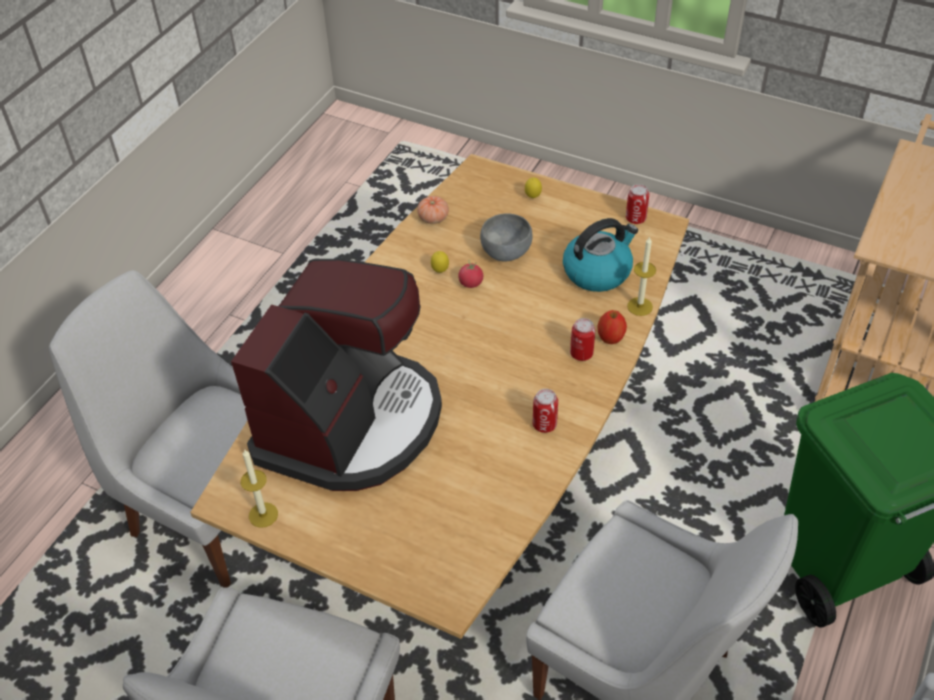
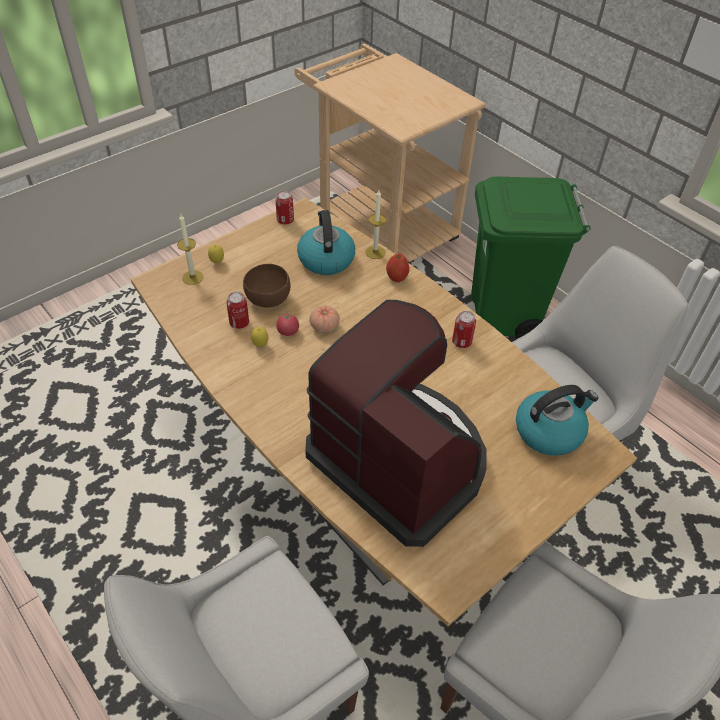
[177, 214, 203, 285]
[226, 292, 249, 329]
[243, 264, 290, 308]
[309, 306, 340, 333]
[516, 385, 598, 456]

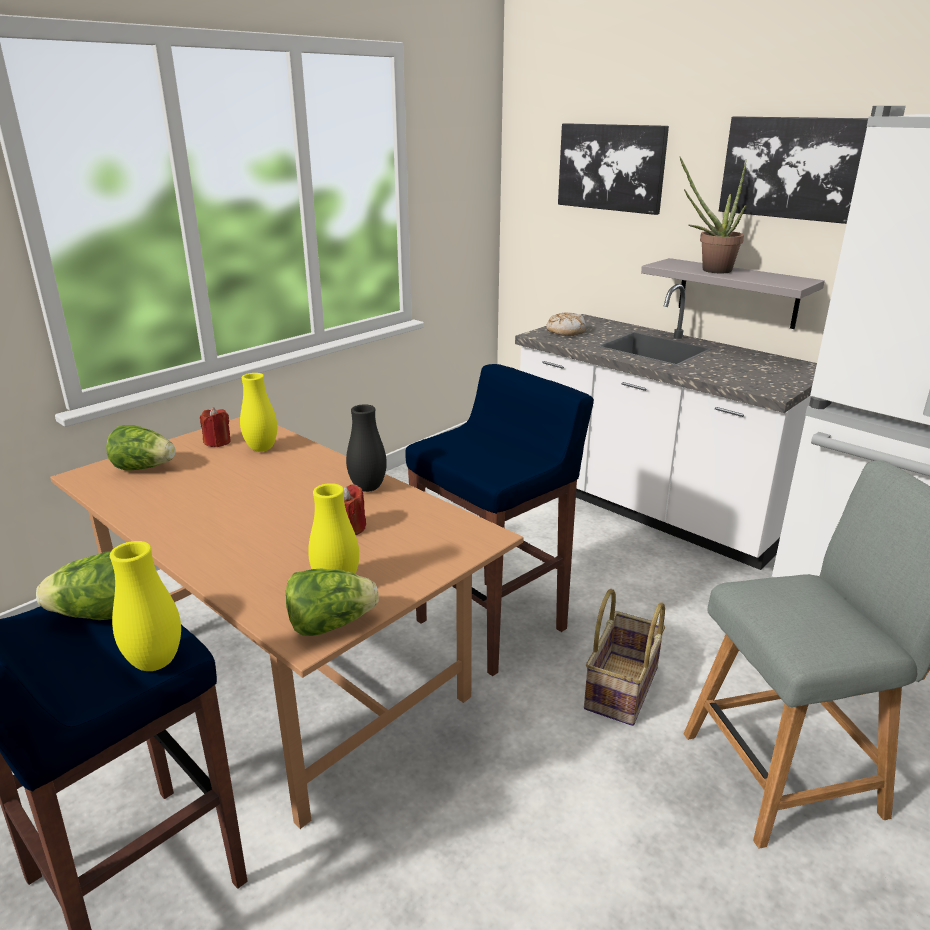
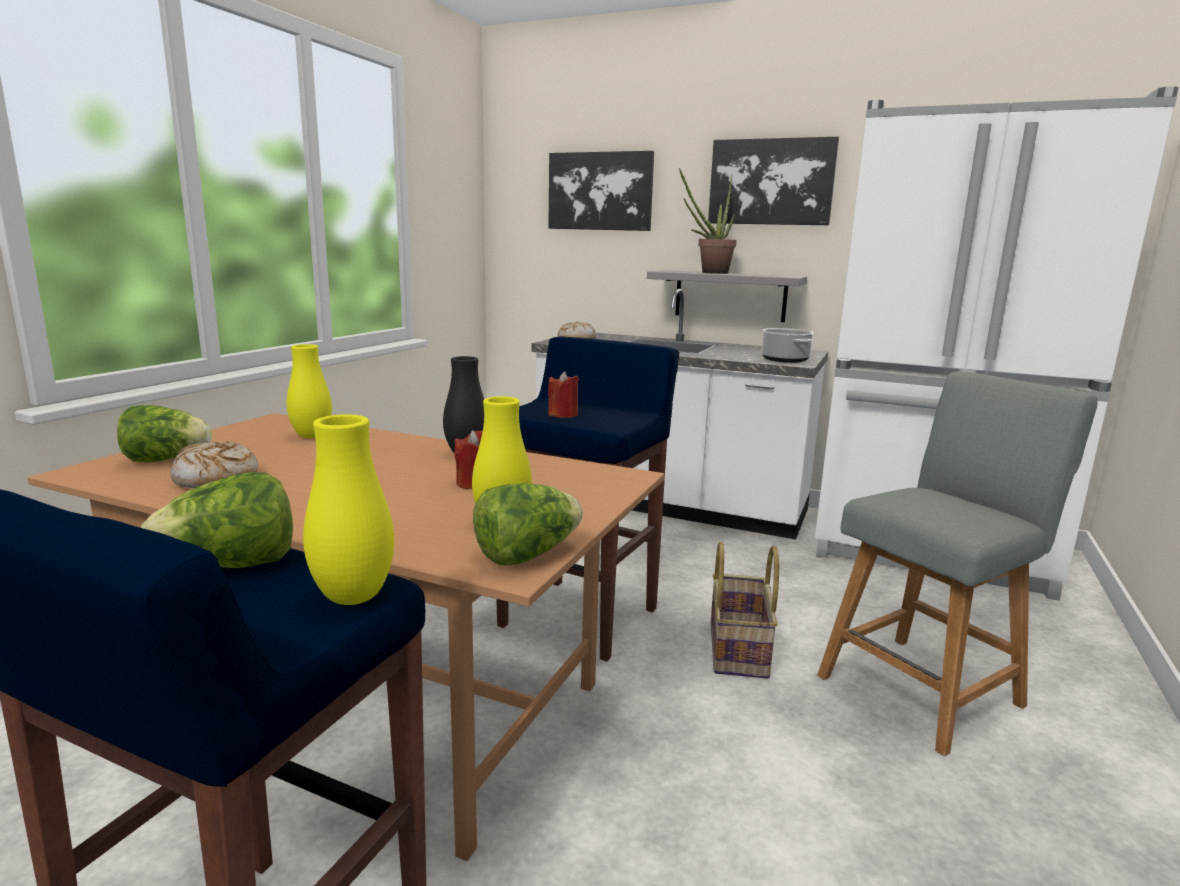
[170, 441, 258, 488]
[548, 371, 579, 418]
[762, 328, 814, 363]

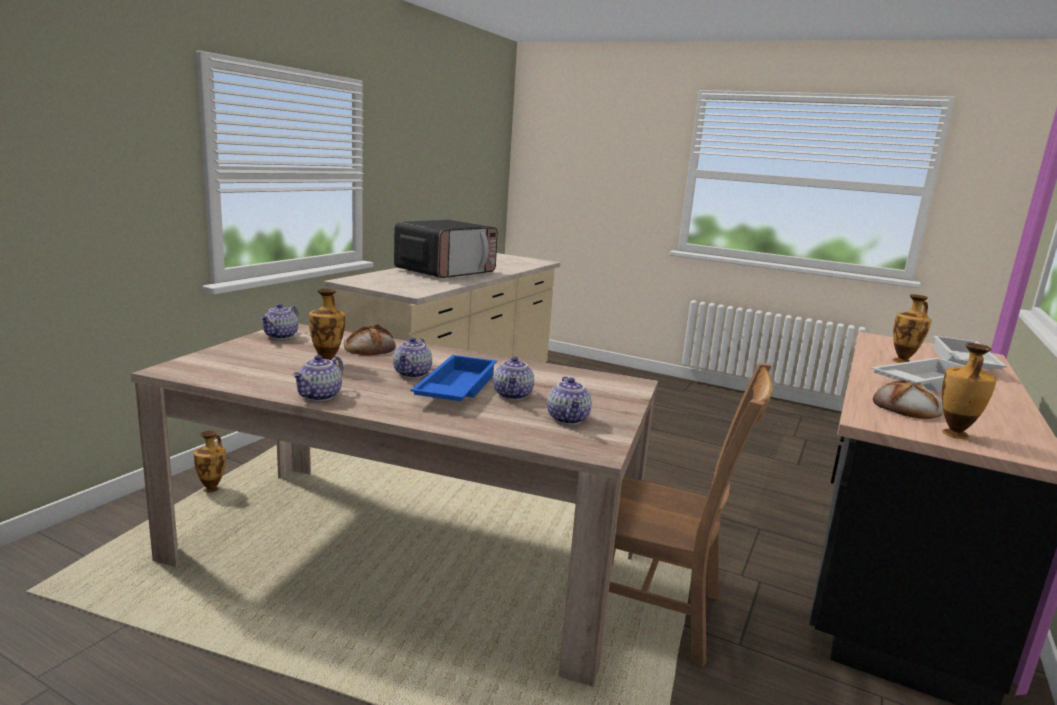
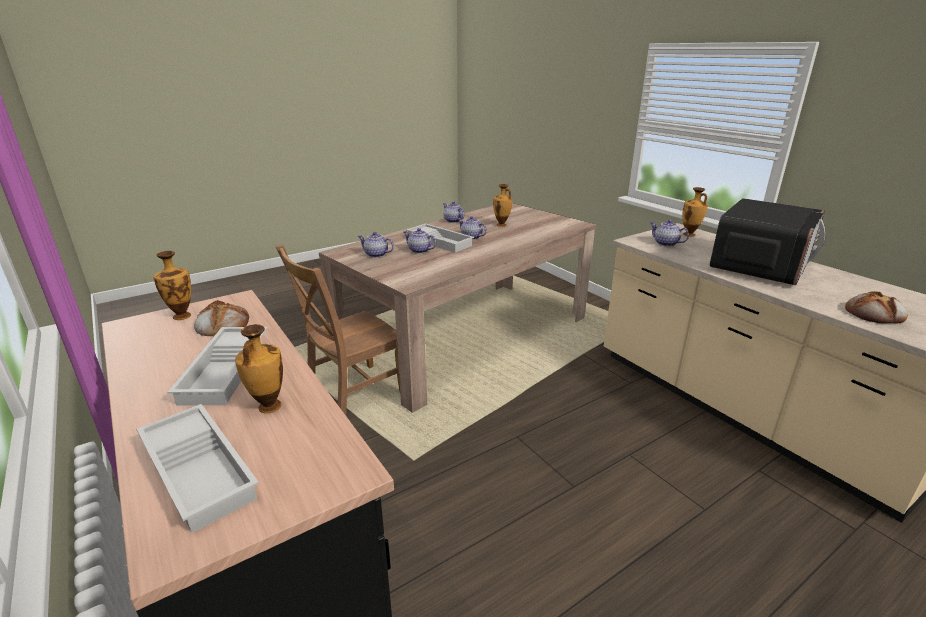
[407, 224, 474, 253]
[650, 220, 689, 246]
[683, 187, 708, 237]
[710, 198, 826, 285]
[845, 291, 908, 324]

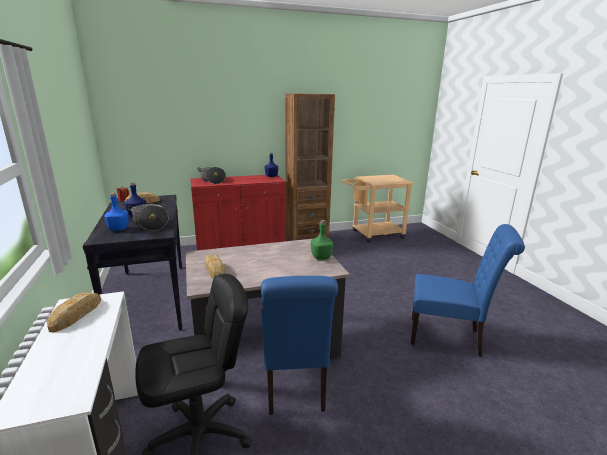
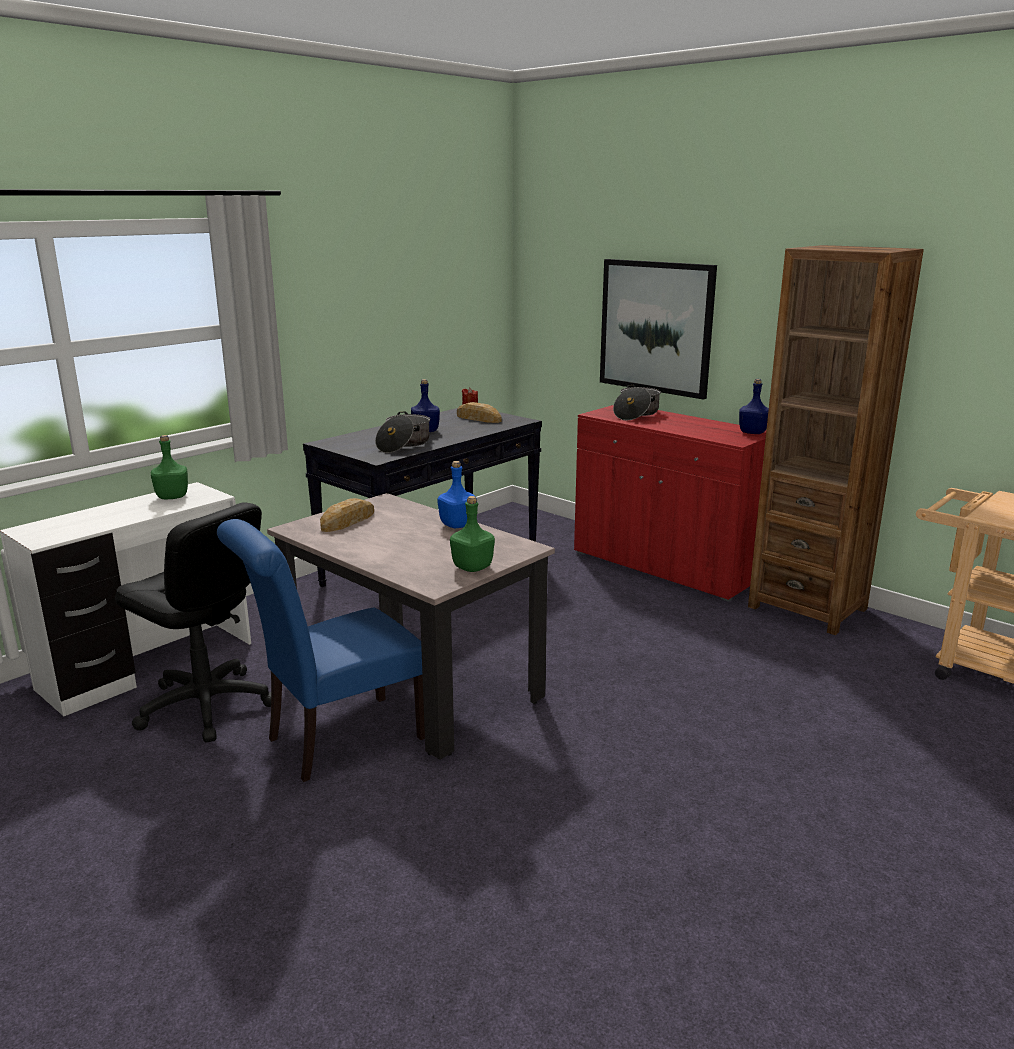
[151, 435, 188, 499]
[437, 461, 476, 528]
[600, 259, 717, 400]
[410, 224, 525, 357] (first image)

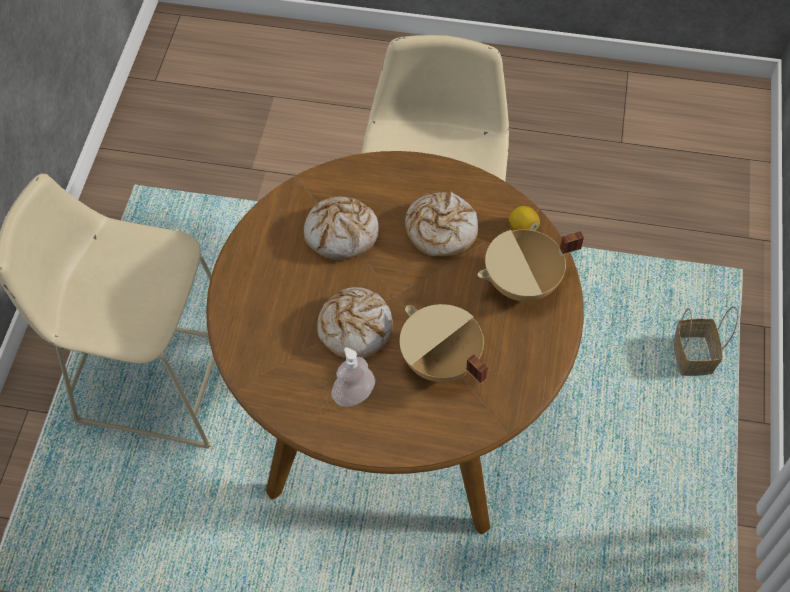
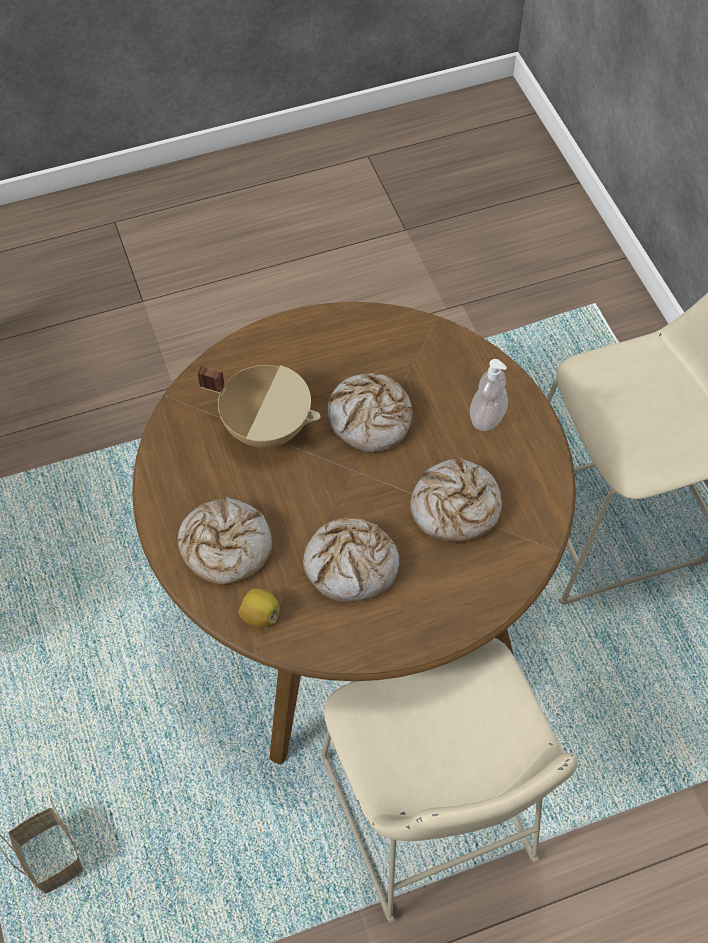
[177, 496, 272, 584]
[470, 359, 508, 431]

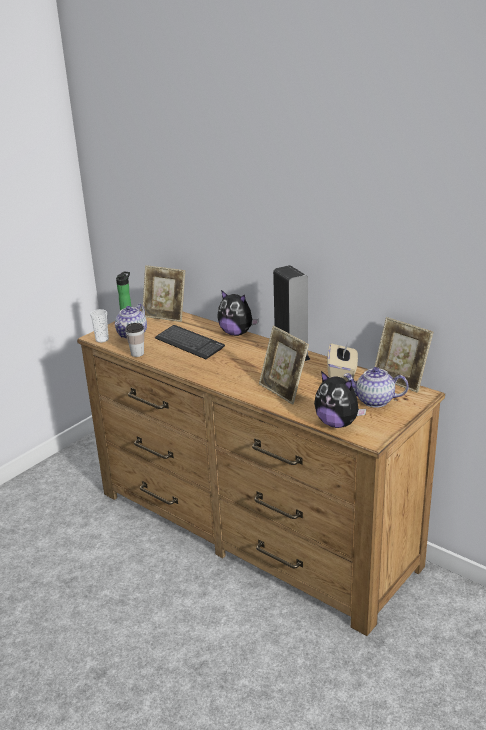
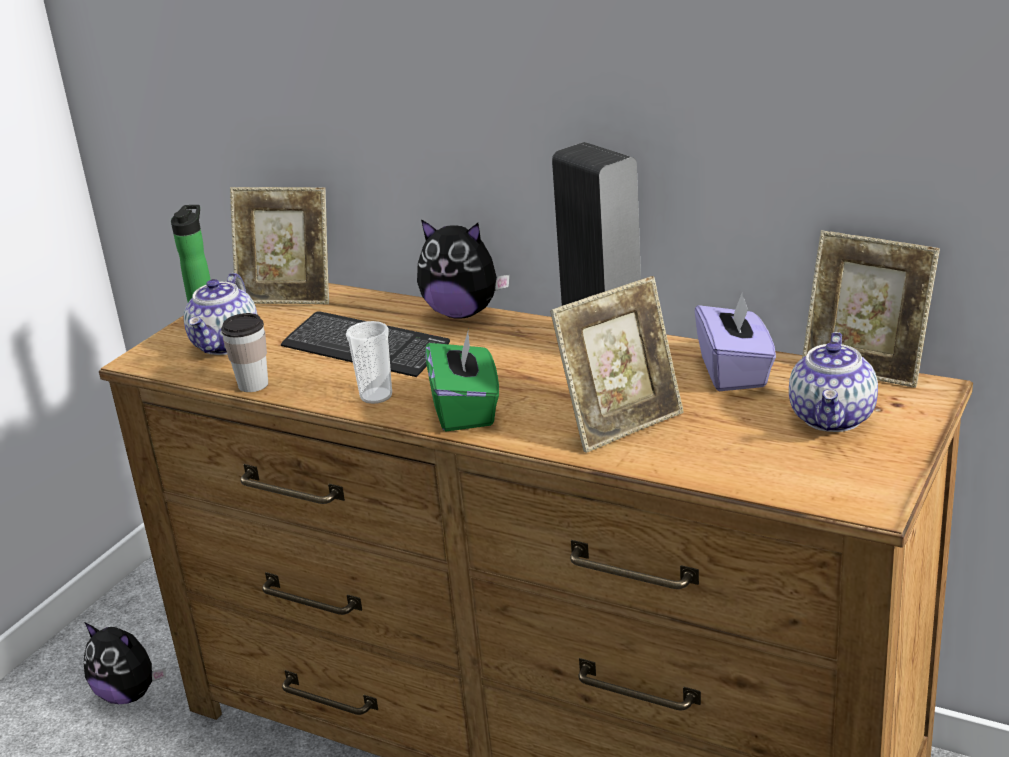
[84, 622, 166, 704]
[346, 321, 392, 404]
[425, 329, 499, 432]
[550, 276, 684, 453]
[695, 291, 776, 391]
[789, 332, 878, 432]

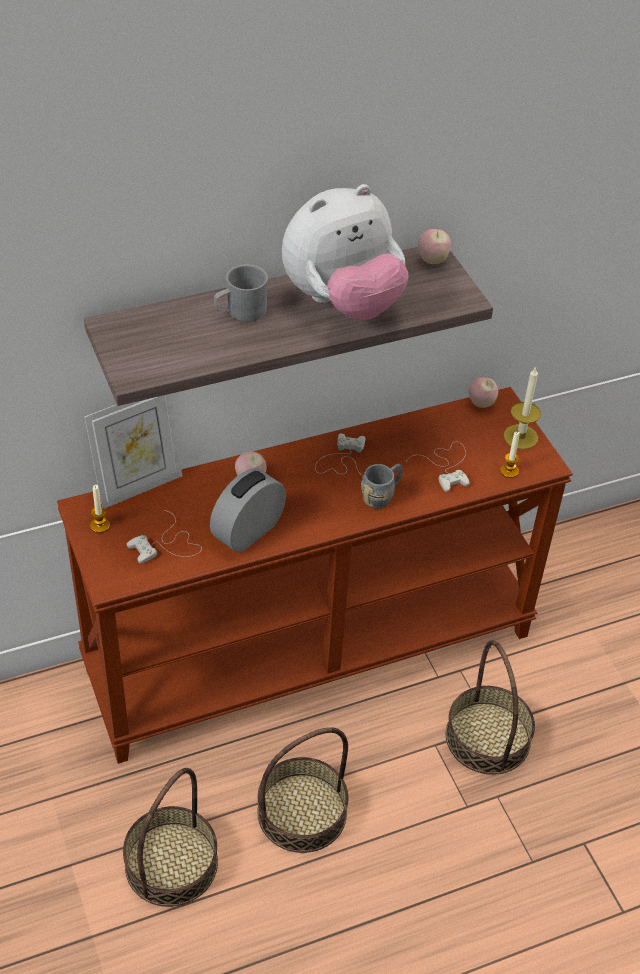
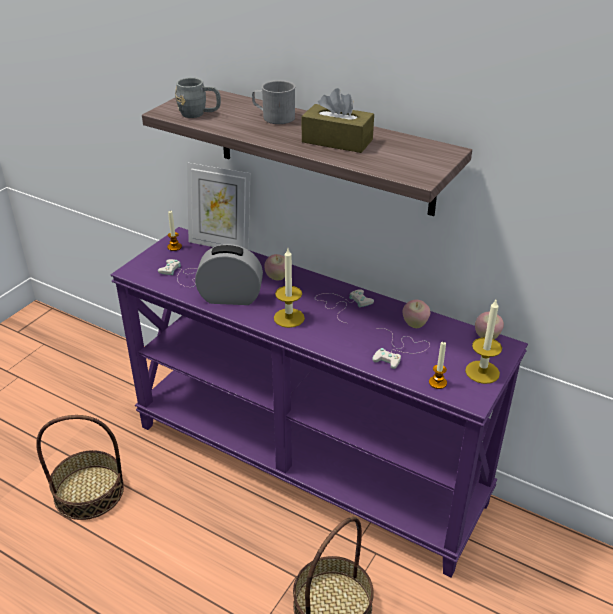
[111, 227, 528, 578]
[175, 78, 221, 118]
[274, 249, 305, 328]
[302, 88, 374, 153]
[403, 299, 430, 328]
[257, 727, 348, 853] (first image)

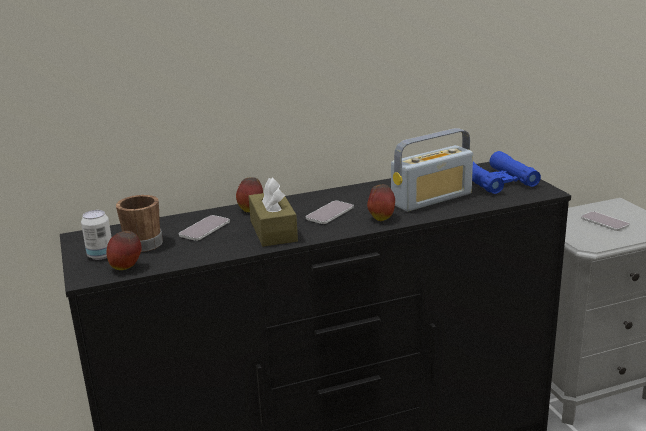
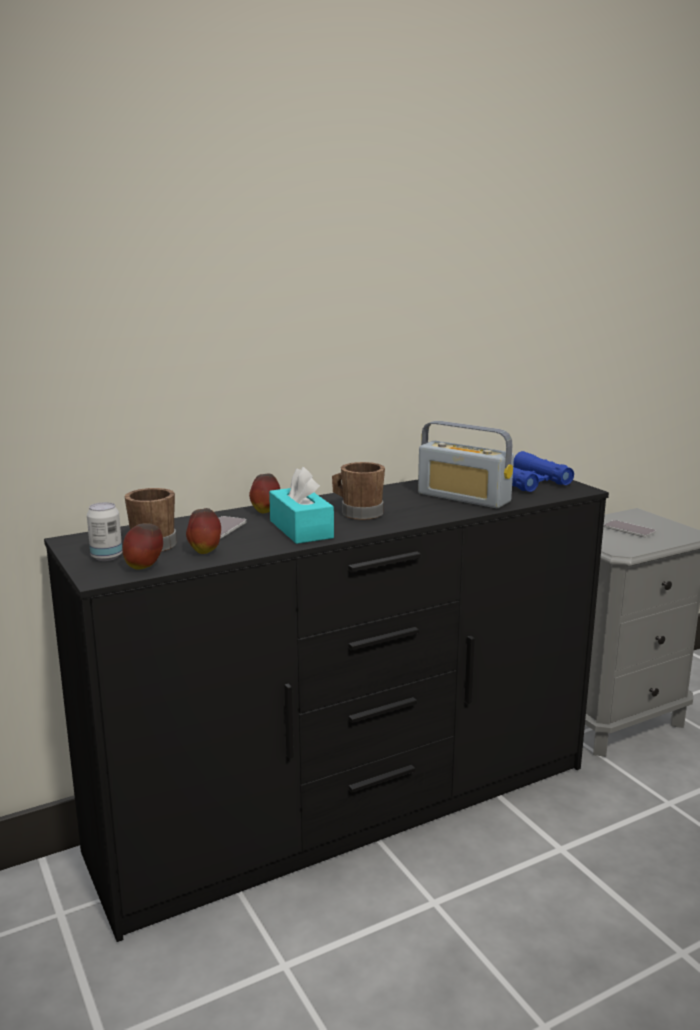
[186, 508, 221, 554]
[269, 467, 334, 544]
[332, 462, 385, 520]
[418, 421, 514, 508]

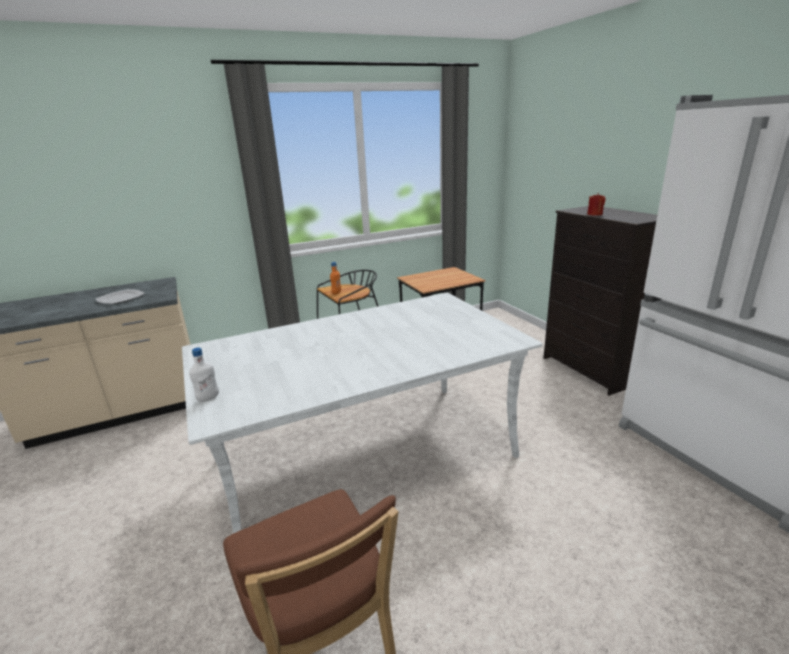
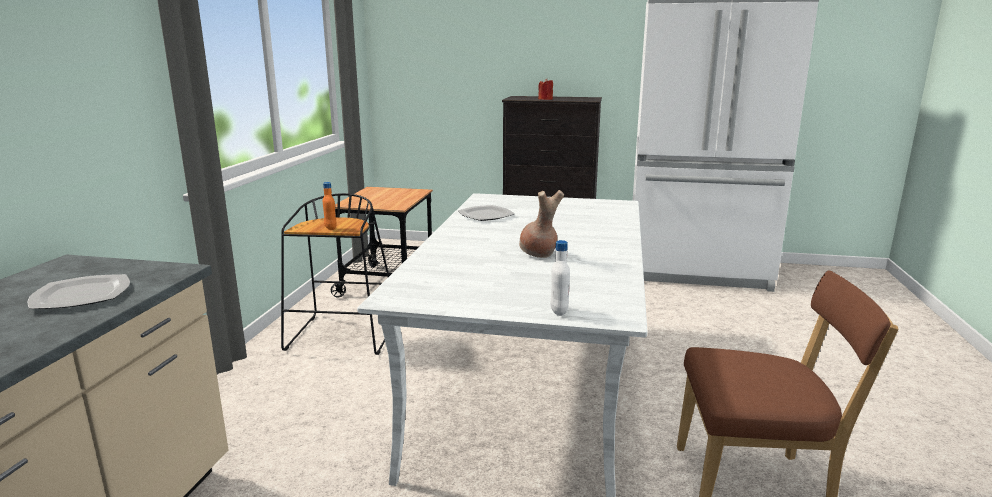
[458, 205, 514, 221]
[519, 190, 564, 258]

